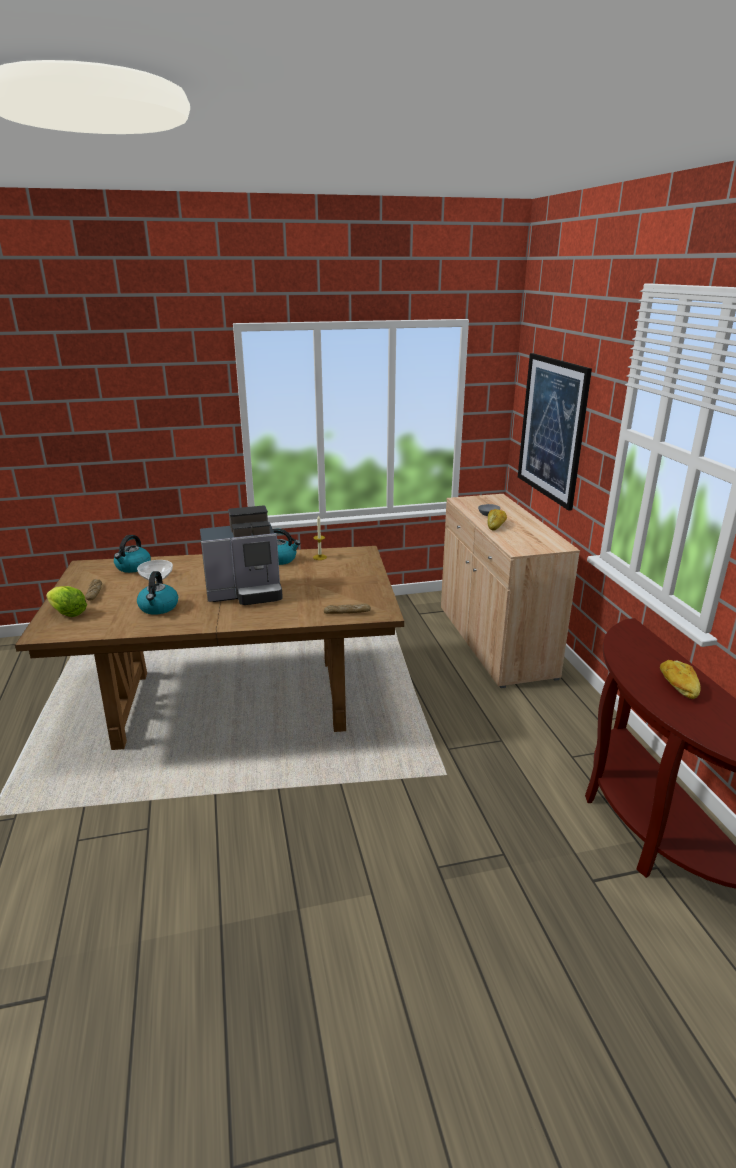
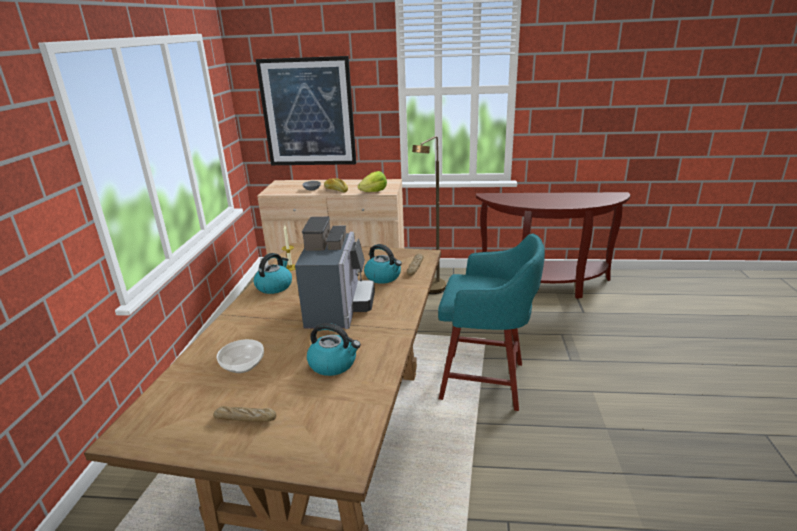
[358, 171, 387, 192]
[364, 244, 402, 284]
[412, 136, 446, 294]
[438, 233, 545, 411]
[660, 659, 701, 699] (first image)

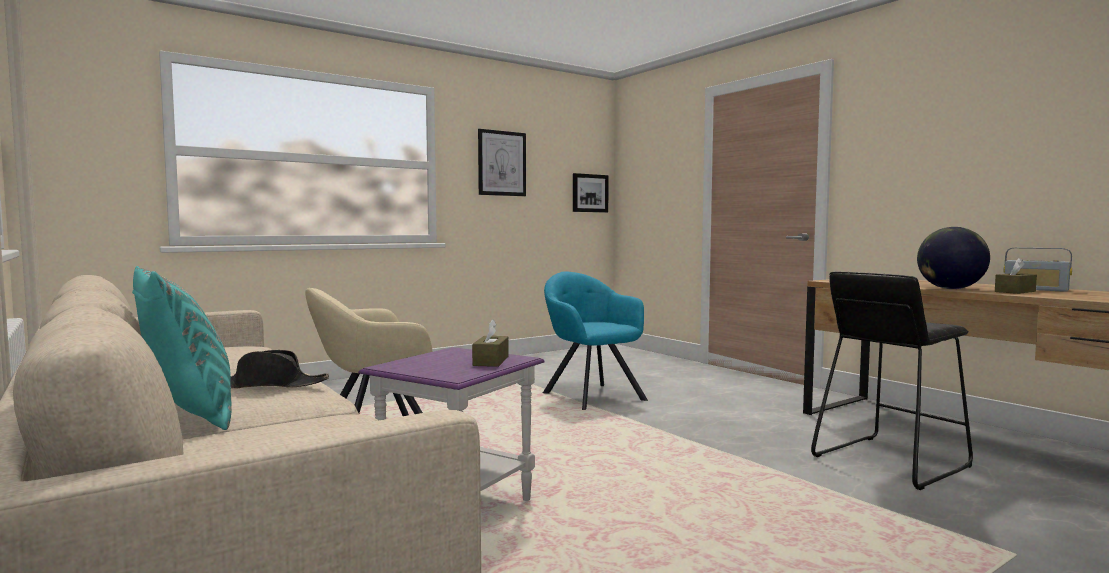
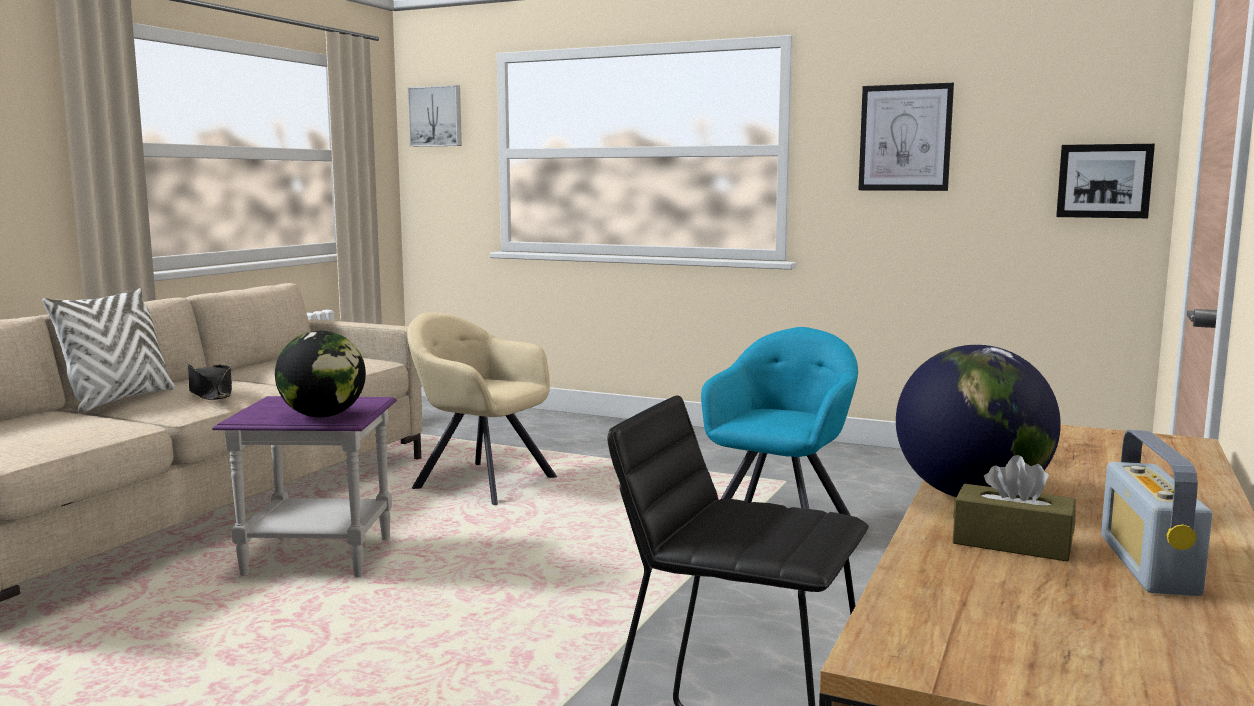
[42, 288, 175, 413]
[275, 331, 366, 417]
[407, 85, 462, 147]

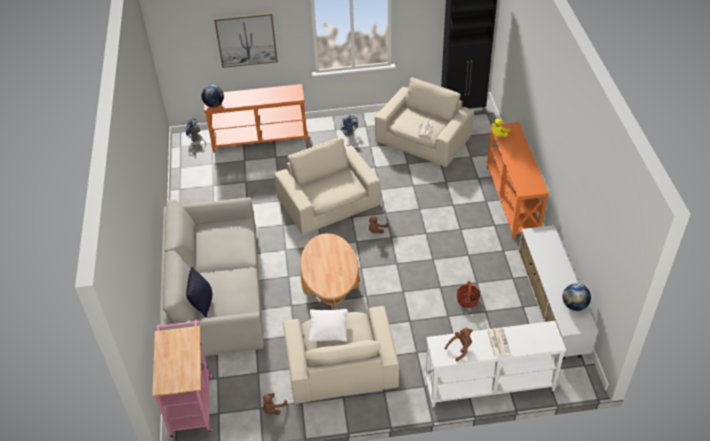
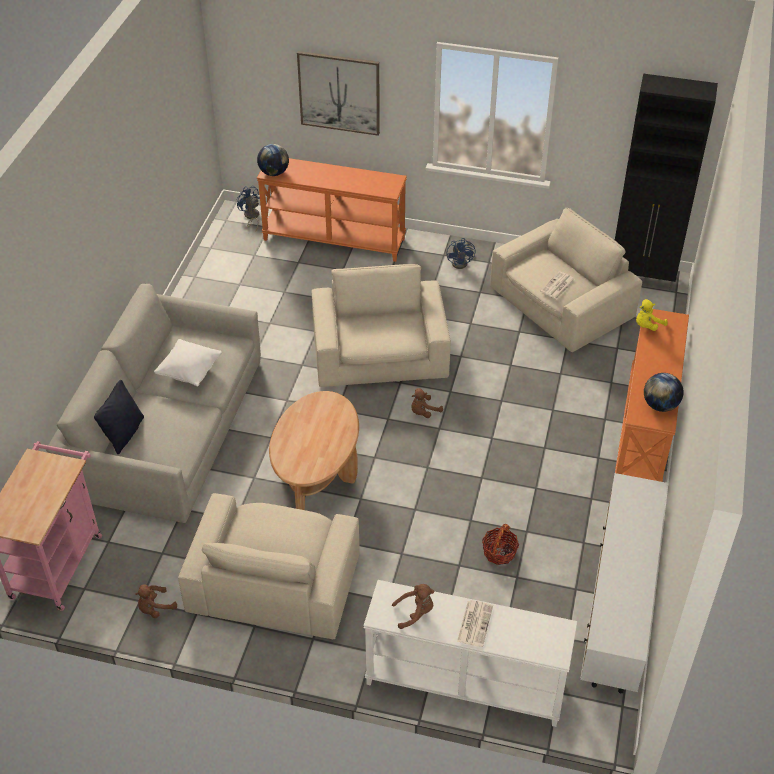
[154, 339, 222, 386]
[644, 373, 684, 412]

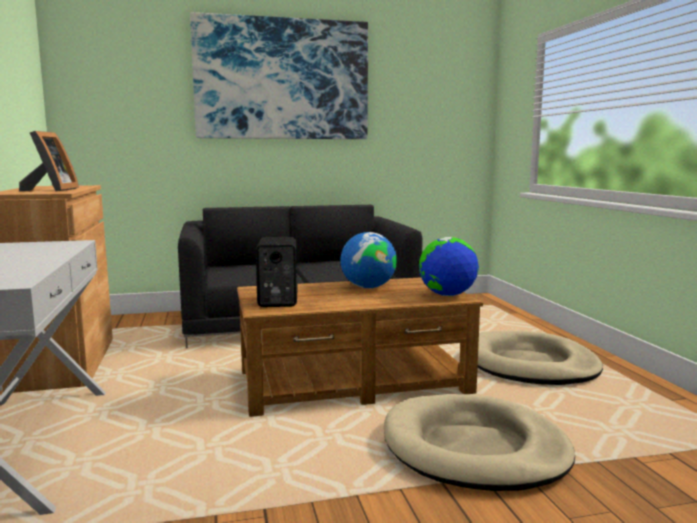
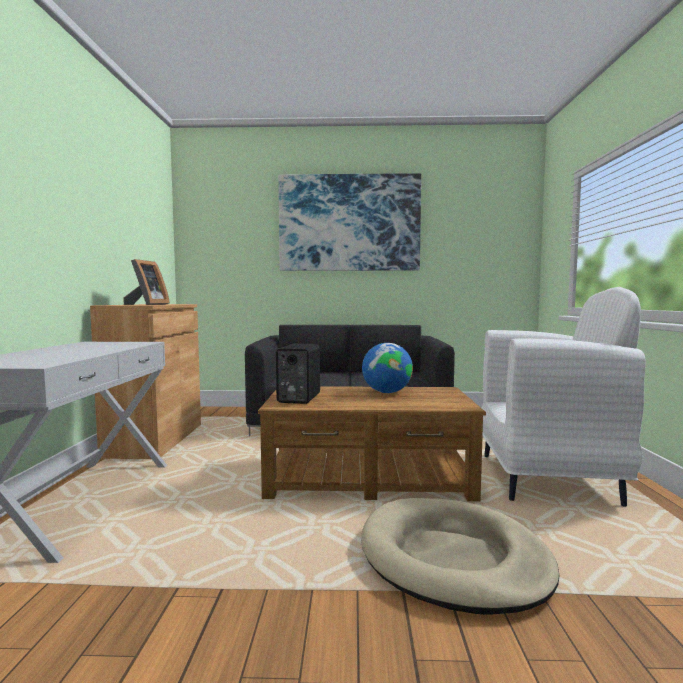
[482, 287, 646, 507]
[419, 237, 479, 296] (first image)

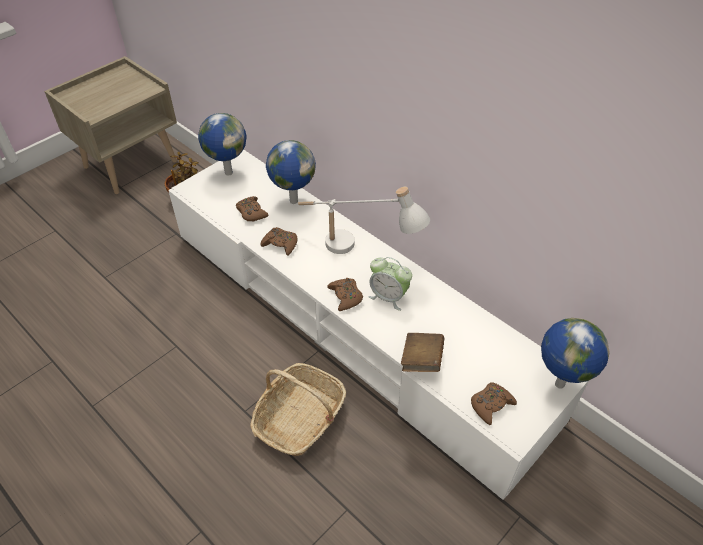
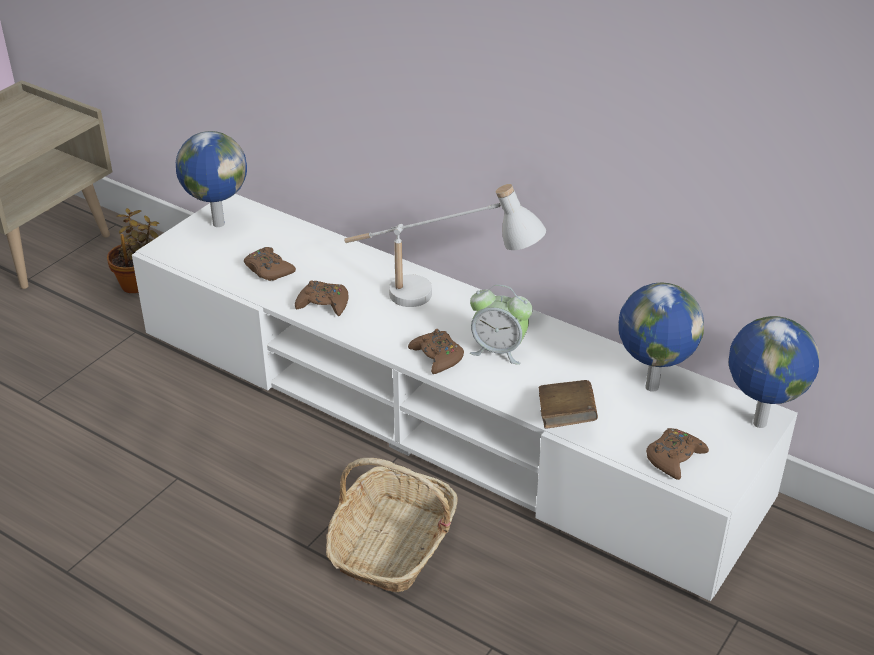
[618, 282, 704, 392]

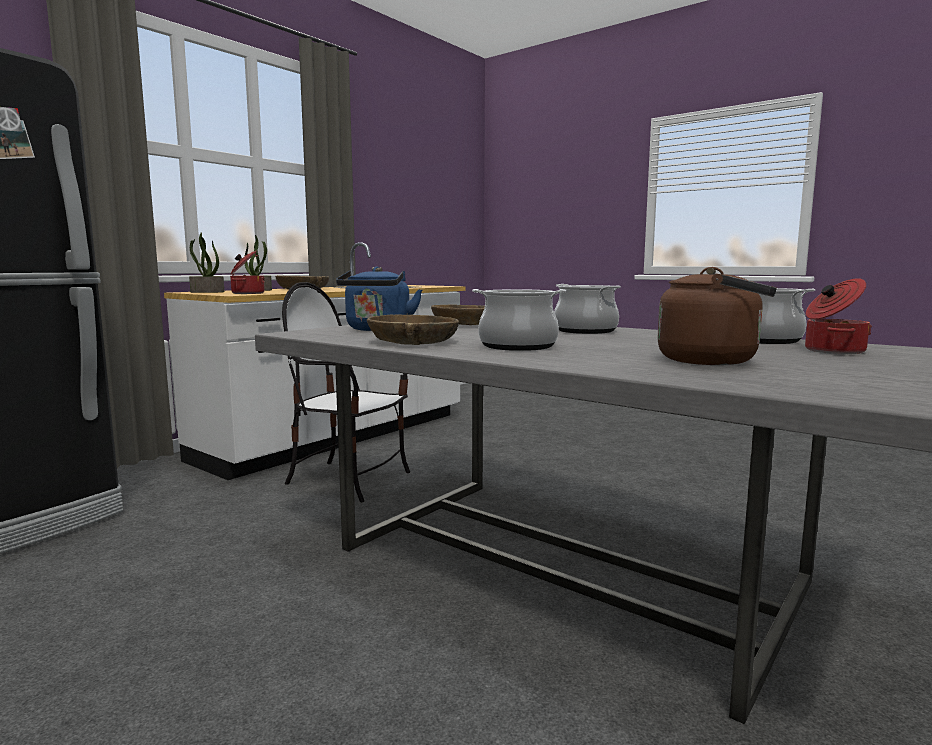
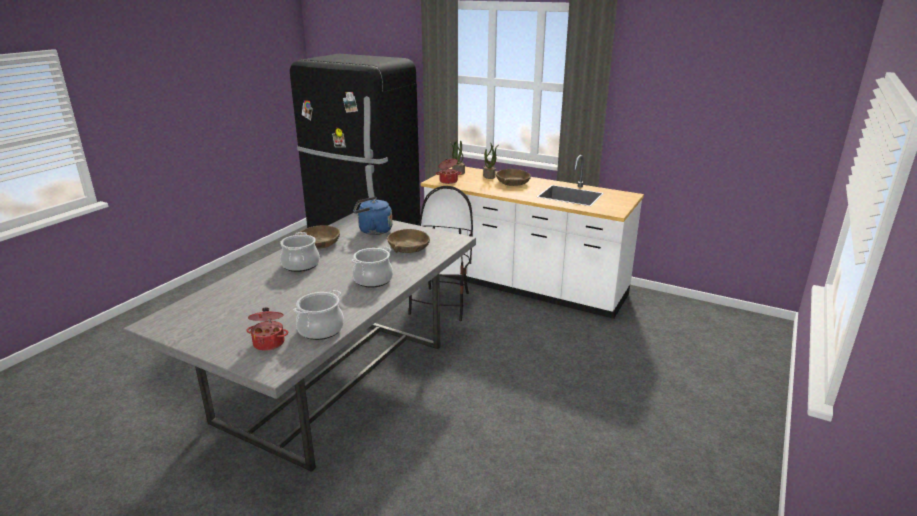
[657, 267, 777, 365] (first image)

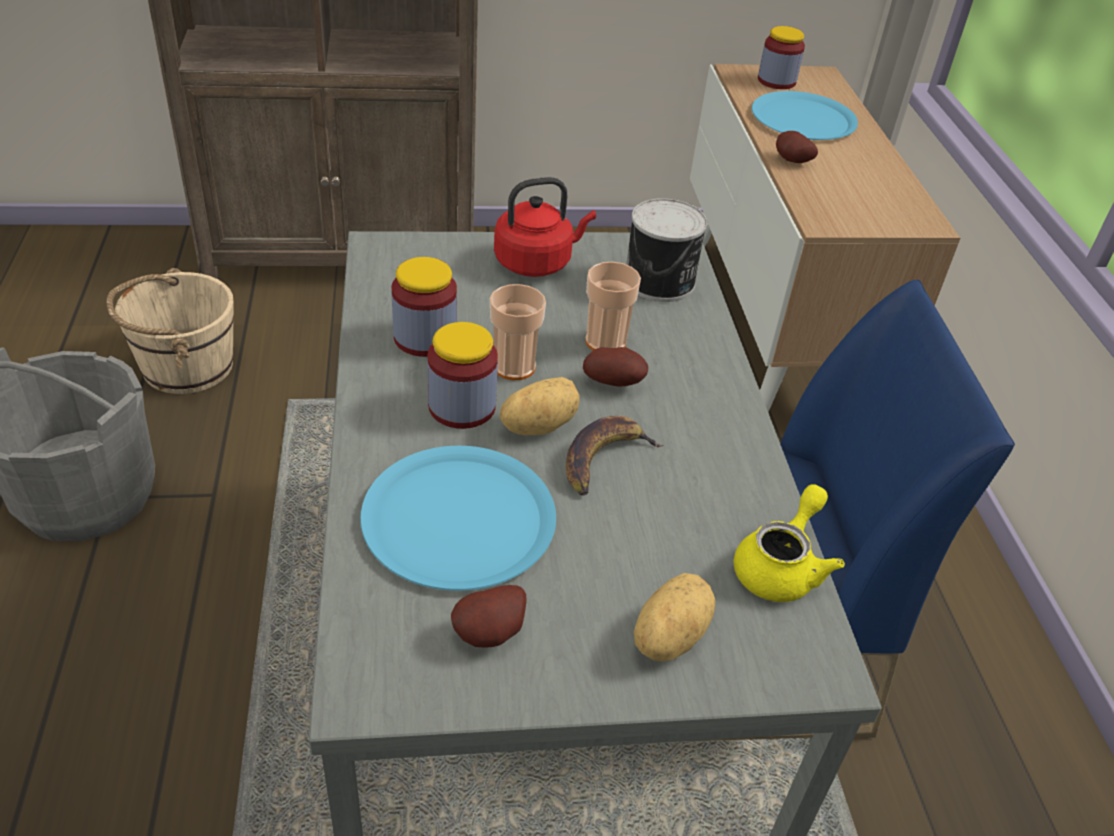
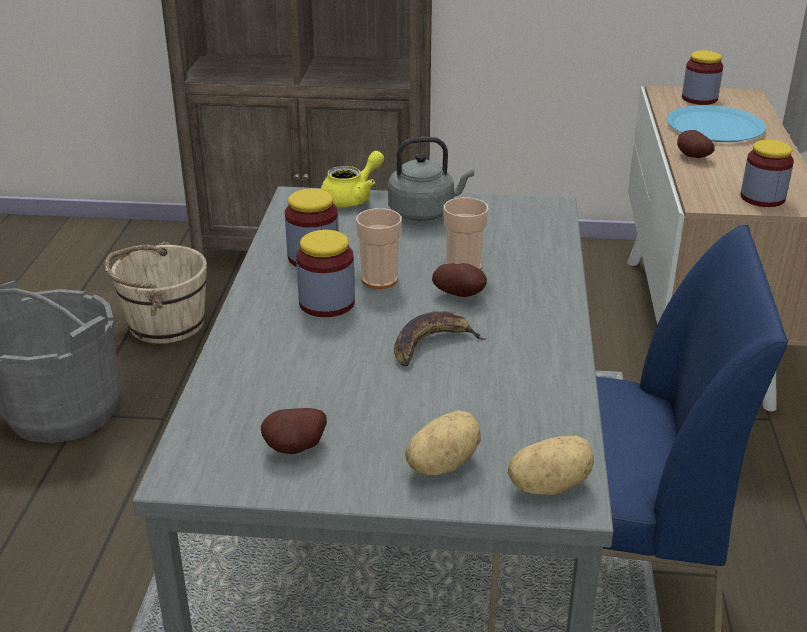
[320, 151, 384, 207]
[388, 137, 474, 221]
[508, 436, 594, 495]
[741, 140, 794, 207]
[360, 446, 556, 591] (first image)
[626, 198, 707, 302] (first image)

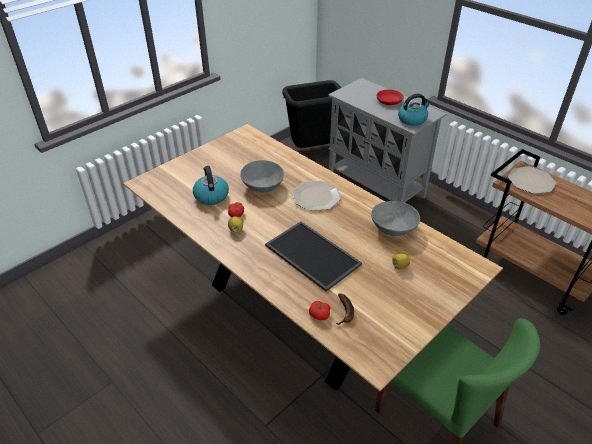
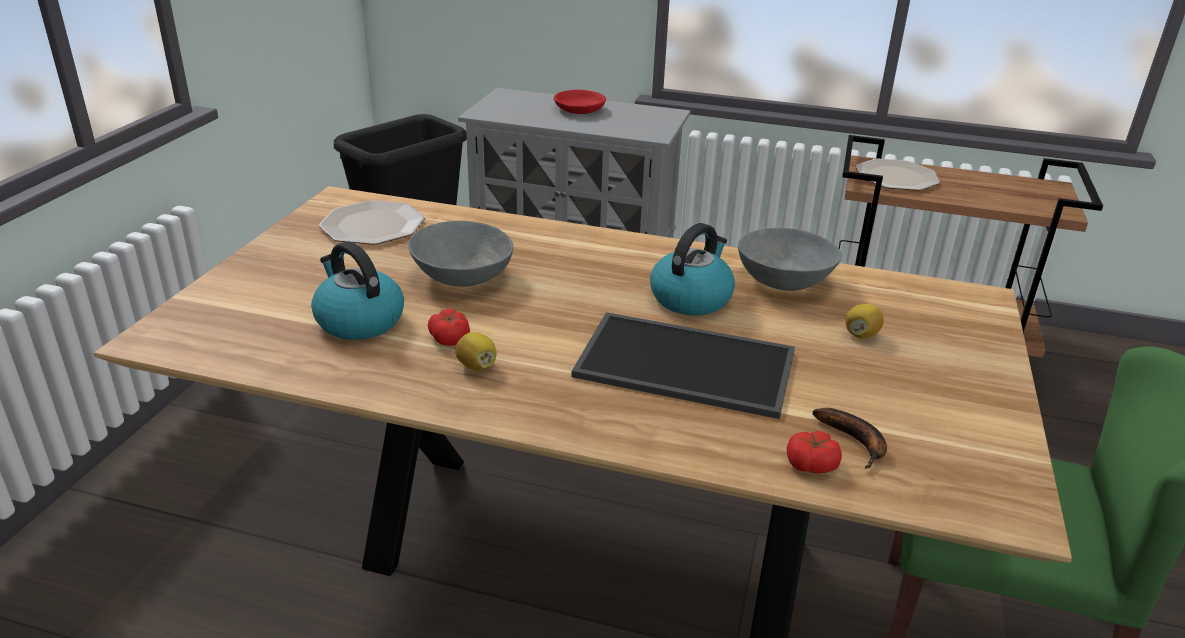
[319, 200, 425, 245]
[650, 223, 735, 315]

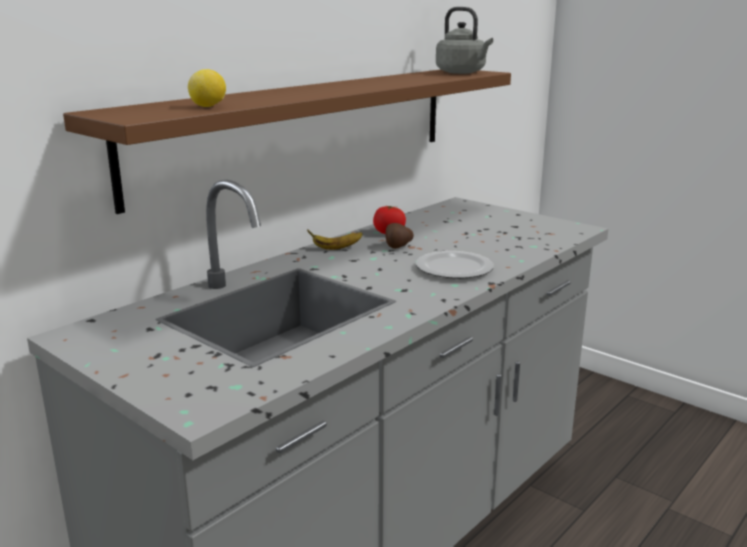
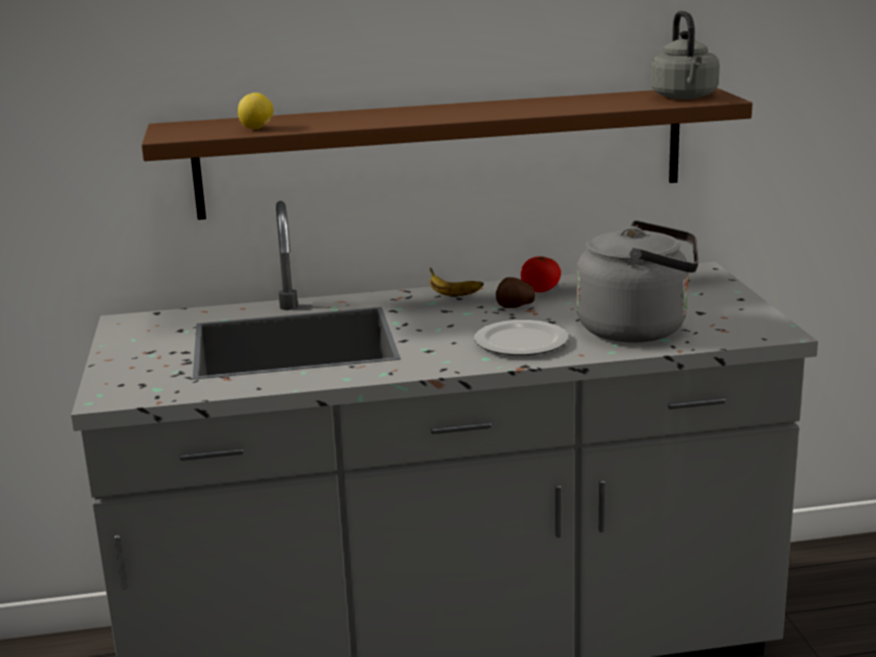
[577, 220, 699, 343]

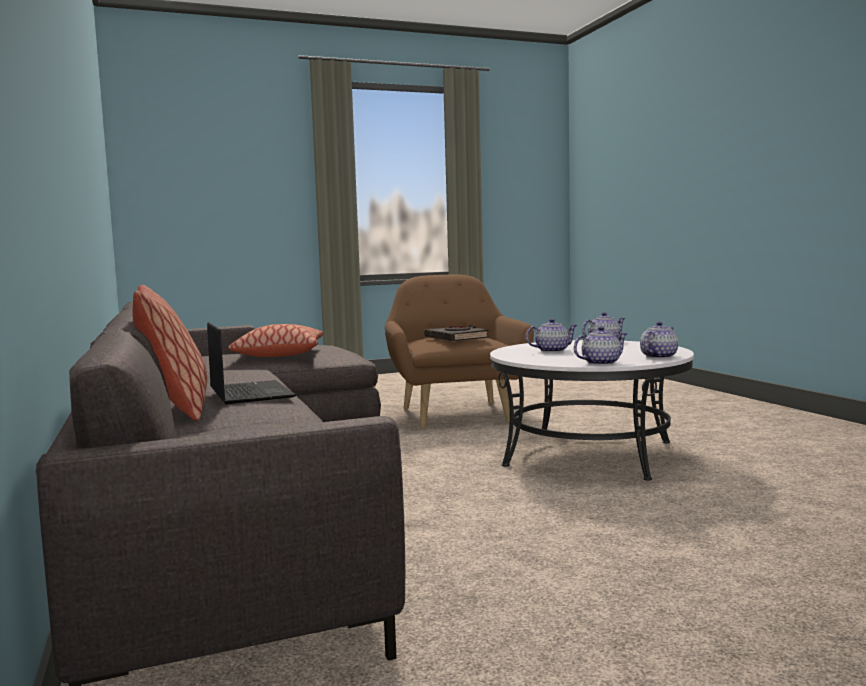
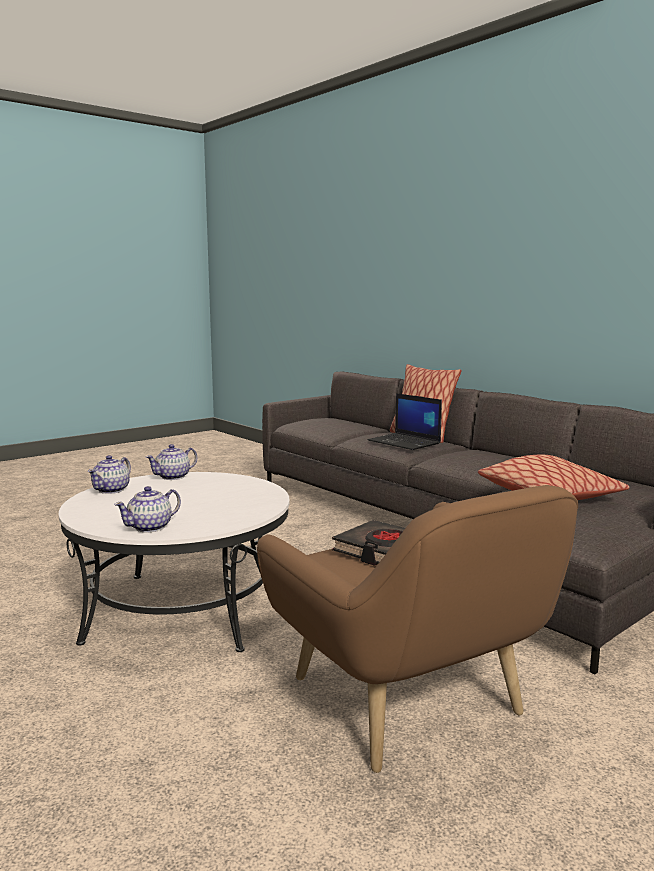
[526, 318, 578, 353] (first image)

